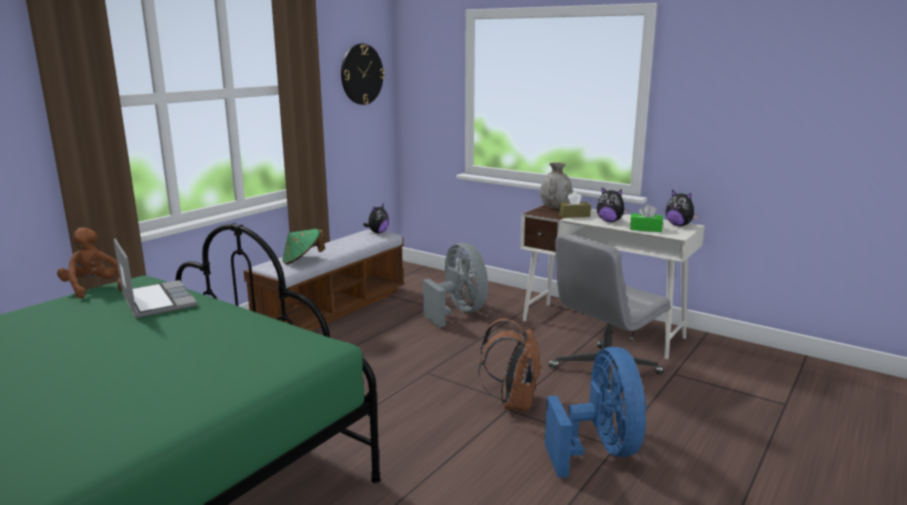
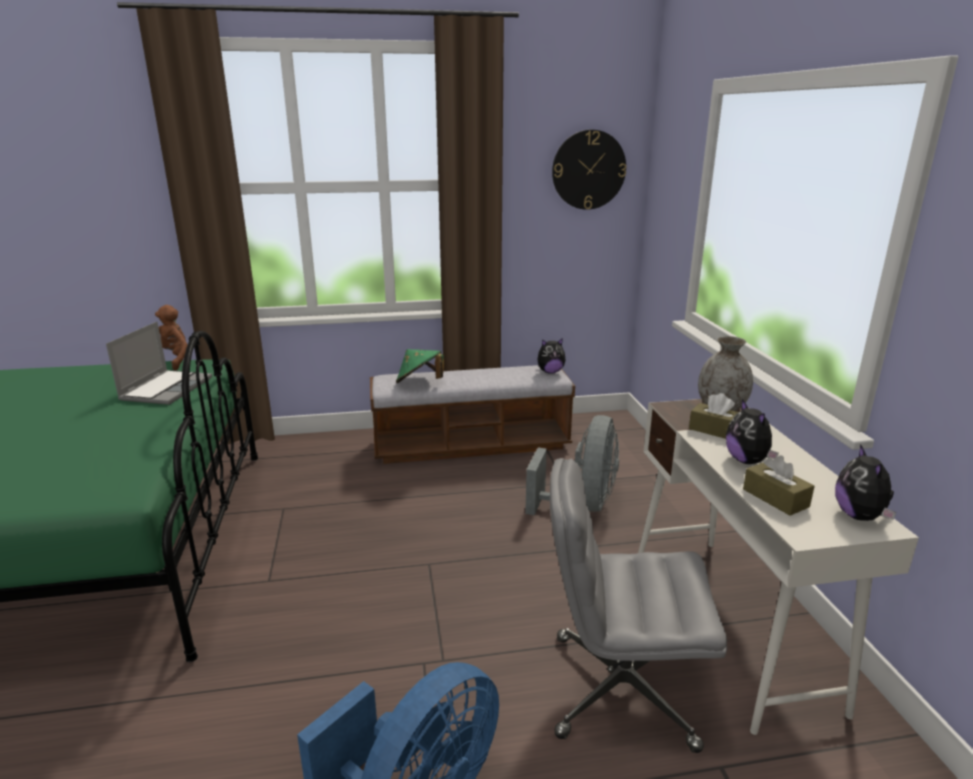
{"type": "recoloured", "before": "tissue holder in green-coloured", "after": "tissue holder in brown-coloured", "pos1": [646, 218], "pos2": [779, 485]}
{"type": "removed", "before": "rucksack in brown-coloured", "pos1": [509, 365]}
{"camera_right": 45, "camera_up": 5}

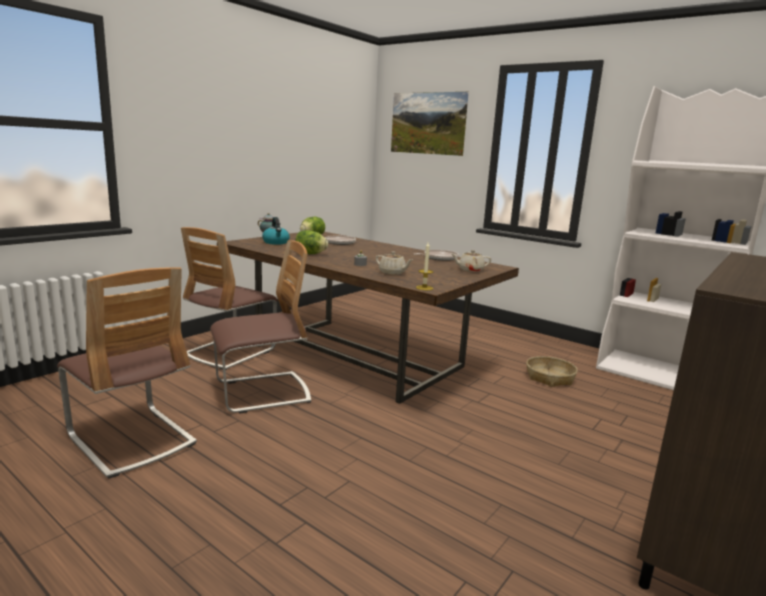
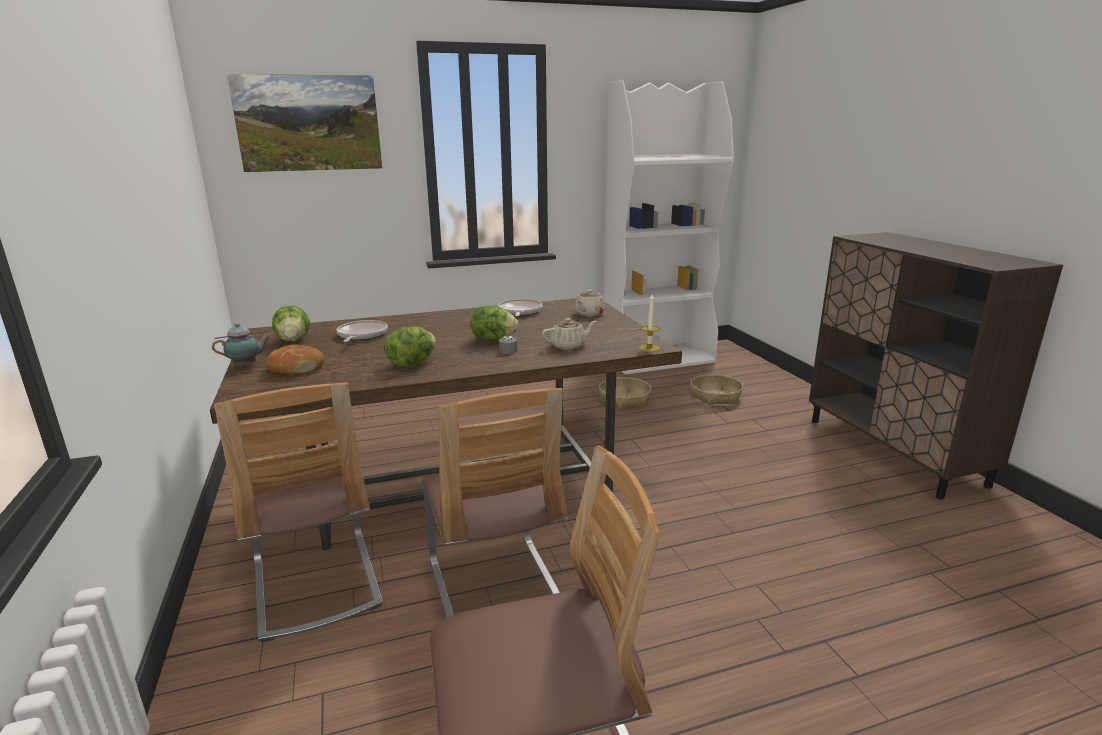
{"type": "replaced", "before": "tea kettle", "after": "bread", "pos1": [276, 231], "pos2": [295, 359]}
{"type": "turned", "before": "upright chair", "pos1": [260, 327], "pos2": [495, 503], "turn": 150}
{"type": "added", "after": "head of lettuce", "pos2": [494, 323]}
{"type": "added", "after": "storage basket", "pos2": [717, 389]}
{"camera_right": -55, "camera_up": 5}

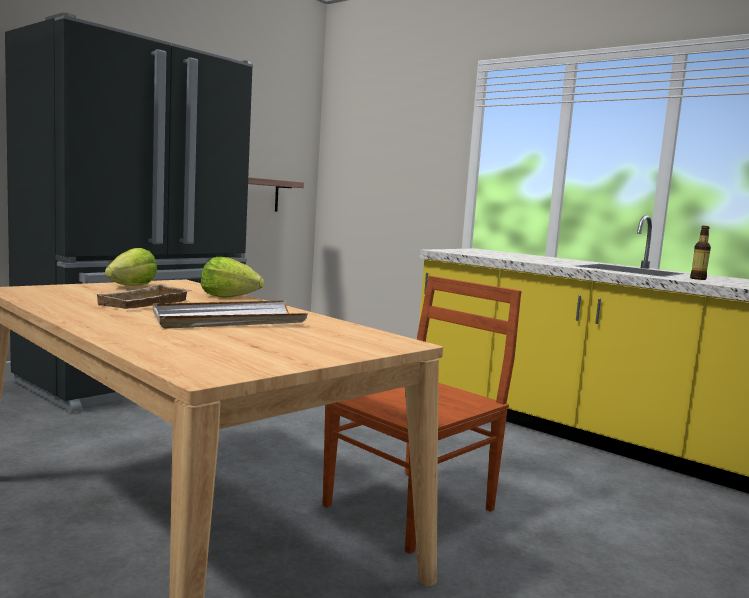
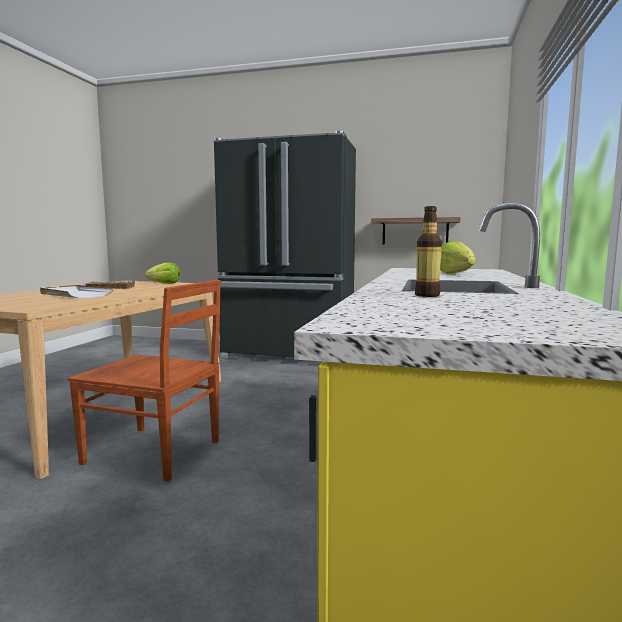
{"type": "moved", "before": "head of lettuce", "pos1": [232, 277], "pos2": [458, 257]}
{"camera_right": 65, "camera_up": 0}

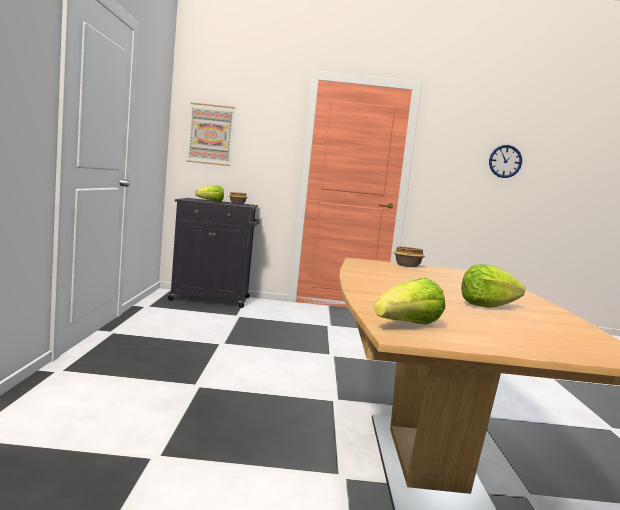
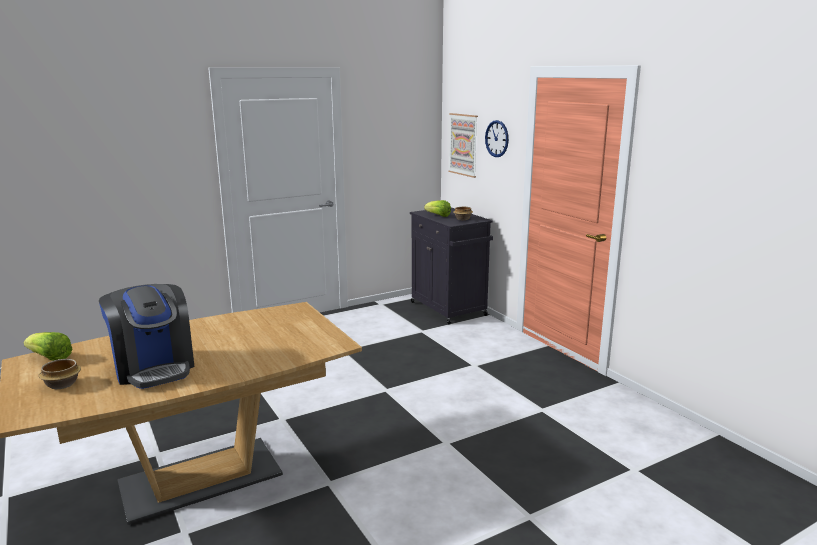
{"type": "moved", "before": "hanging clock", "pos1": [505, 161], "pos2": [497, 138]}
{"type": "moved", "before": "deep dish", "pos1": [409, 256], "pos2": [59, 374]}
{"type": "replaced", "before": "head of lettuce", "after": "coffee machine", "pos1": [493, 286], "pos2": [147, 336]}
{"camera_right": 60, "camera_up": 10}

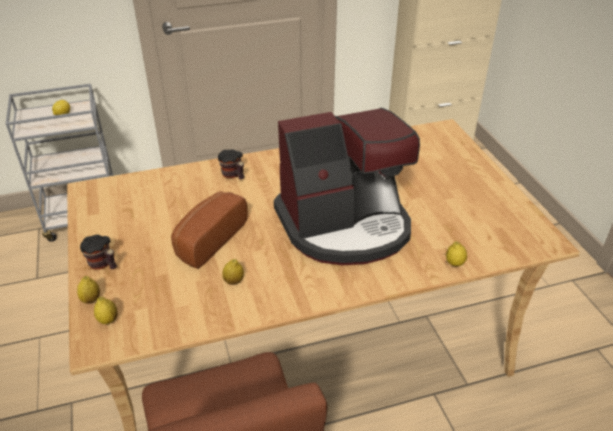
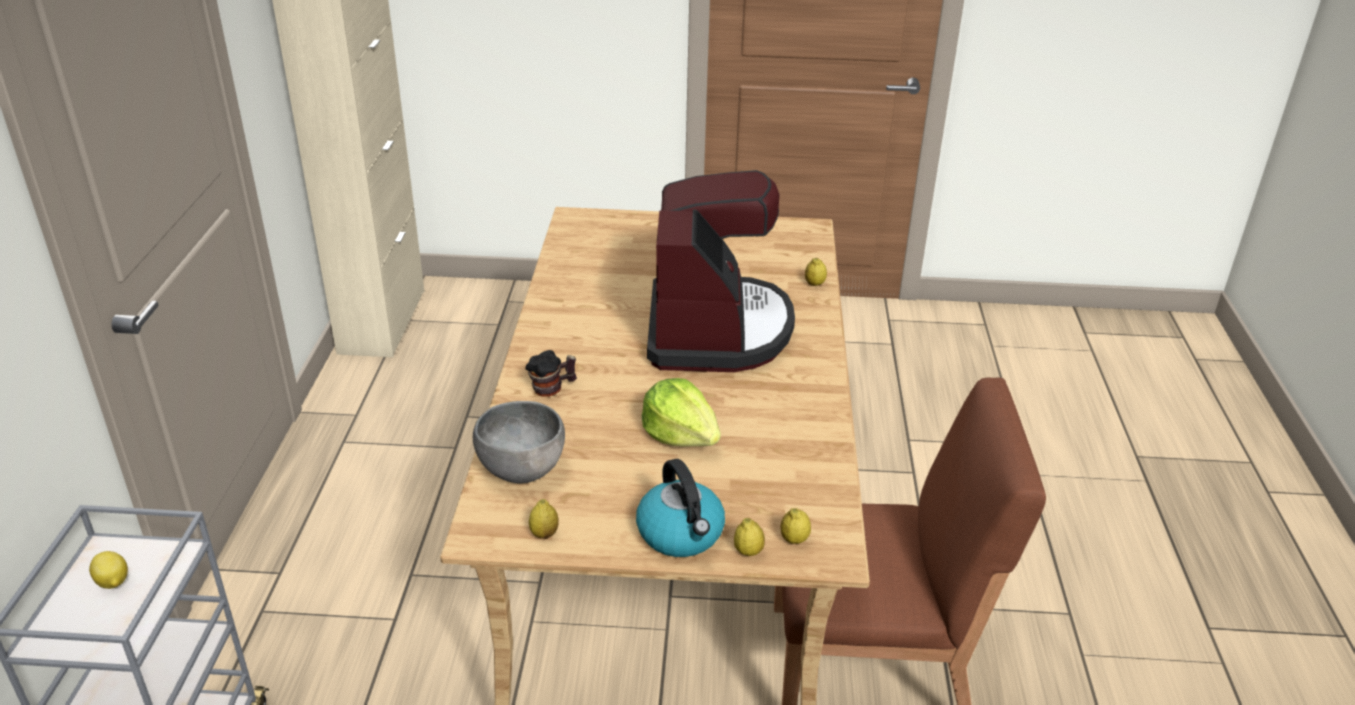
{"type": "replaced", "before": "bread", "after": "head of lettuce", "pos1": [209, 230], "pos2": [681, 412]}
{"type": "replaced", "before": "mug", "after": "tea kettle", "pos1": [98, 252], "pos2": [680, 508]}
{"type": "moved", "before": "lemon", "pos1": [233, 272], "pos2": [544, 519]}
{"type": "added", "after": "deep dish in greyish", "pos2": [519, 442]}
{"camera_right": -70, "camera_up": -5}

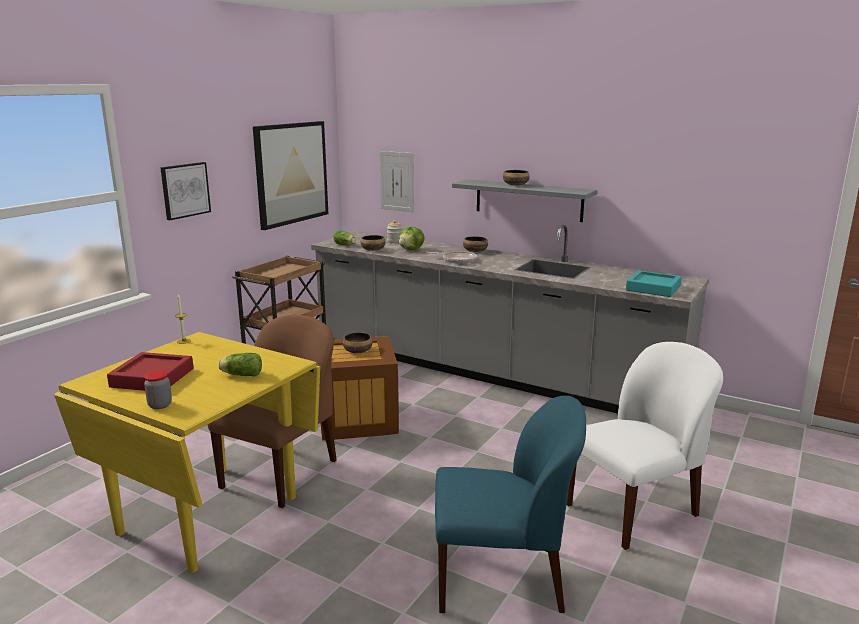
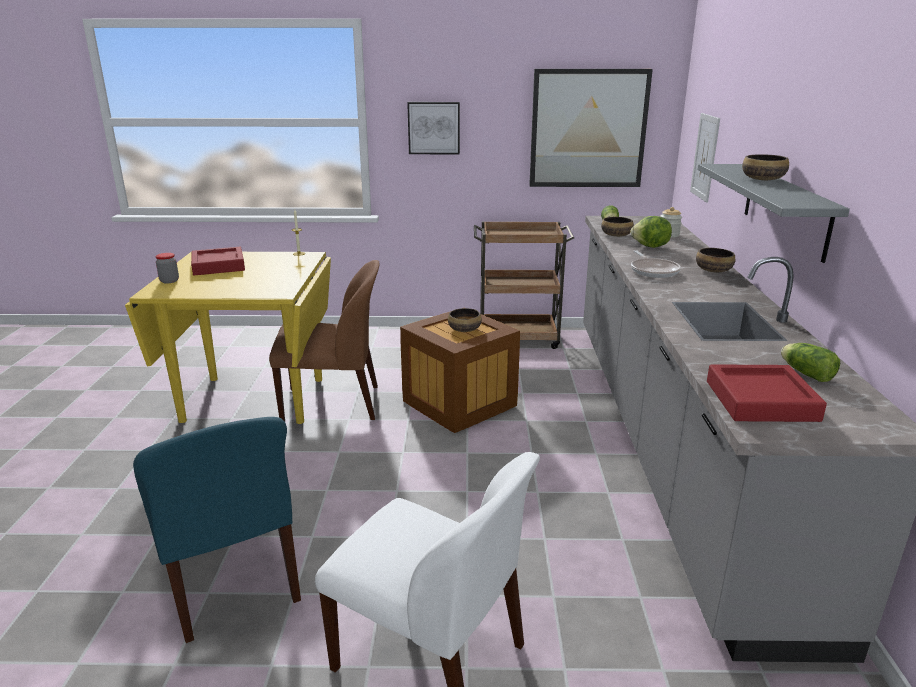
{"type": "recoloured", "before": "tray in blue-green", "after": "tray in red", "pos1": [654, 283], "pos2": [767, 393]}
{"type": "moved", "before": "head of lettuce", "pos1": [240, 364], "pos2": [810, 362]}
{"camera_right": 60, "camera_up": 5}

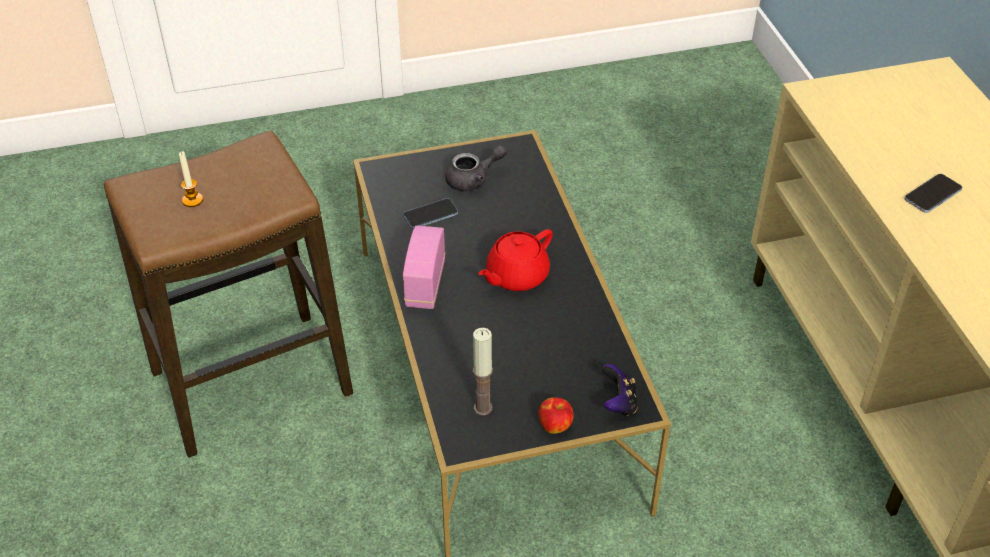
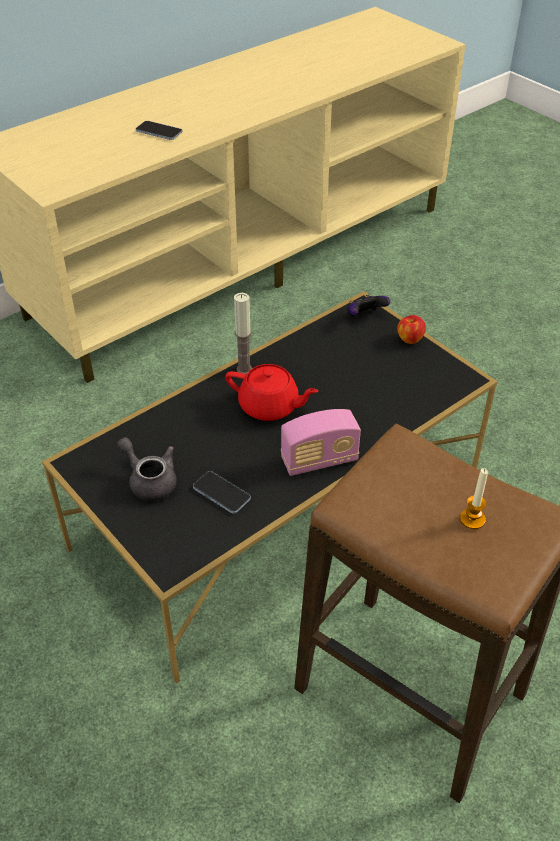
{"type": "moved", "before": "candle", "pos1": [483, 372], "pos2": [243, 333]}
{"camera_right": -115, "camera_up": 0}

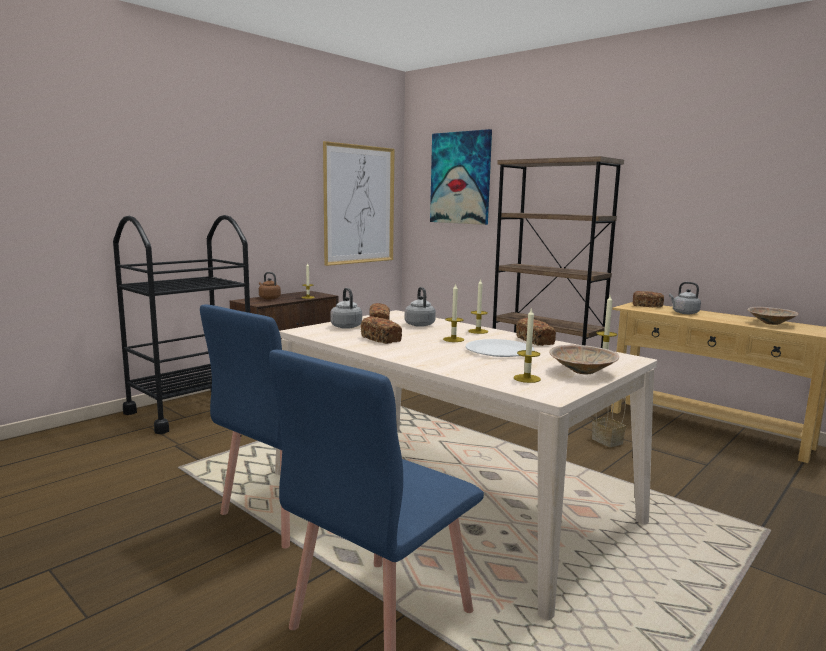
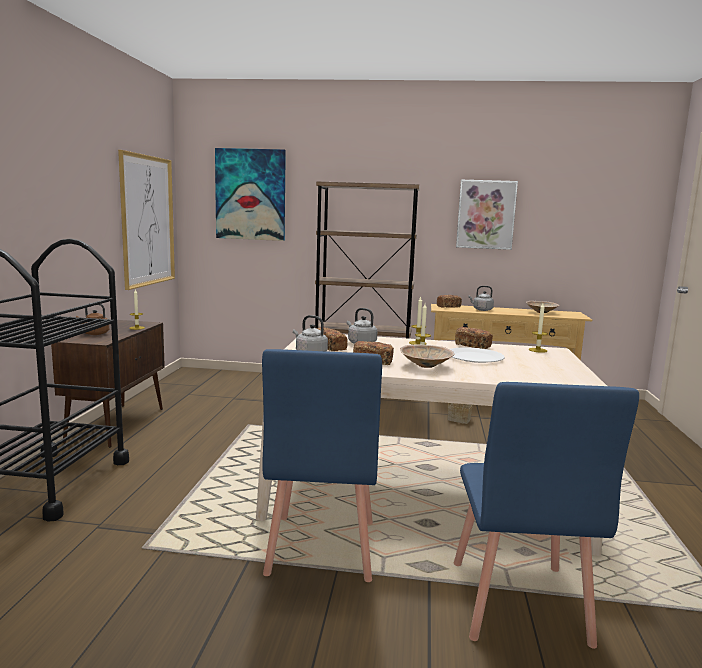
{"type": "removed", "before": "candle", "pos1": [527, 345]}
{"type": "moved", "before": "deep dish in beige", "pos1": [584, 360], "pos2": [427, 356]}
{"type": "added", "after": "wall art", "pos2": [487, 215]}
{"camera_right": -35, "camera_up": 0}

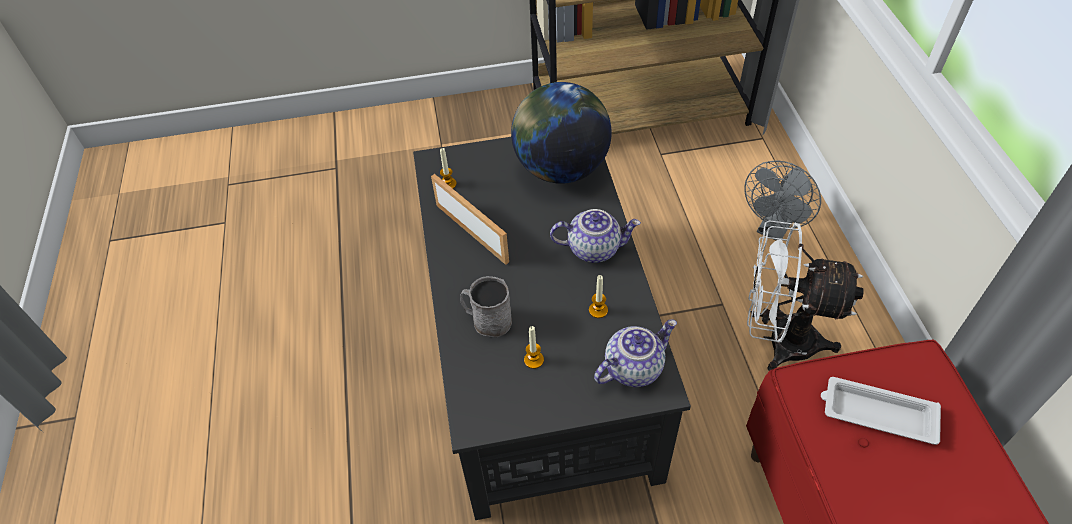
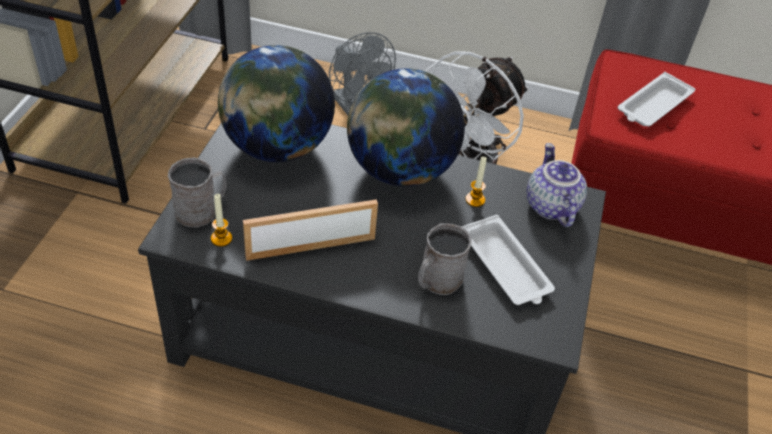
{"type": "replaced", "before": "pot for tea", "after": "globe", "pos1": [595, 236], "pos2": [406, 127]}
{"type": "replaced", "before": "candle", "after": "tray in white-coloured", "pos1": [534, 347], "pos2": [508, 260]}
{"type": "added", "after": "mug in greyish", "pos2": [197, 192]}
{"camera_right": -70, "camera_up": -5}

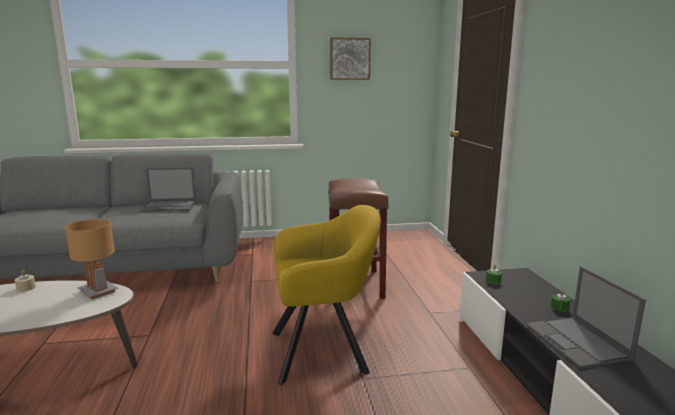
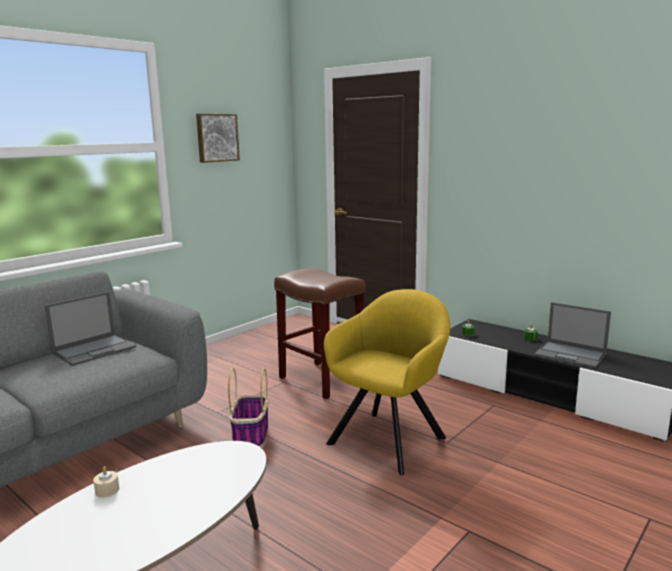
{"type": "removed", "before": "table lamp in brown-coloured", "pos1": [91, 259]}
{"type": "added", "after": "storage basket", "pos2": [248, 407]}
{"camera_right": -40, "camera_up": 0}

